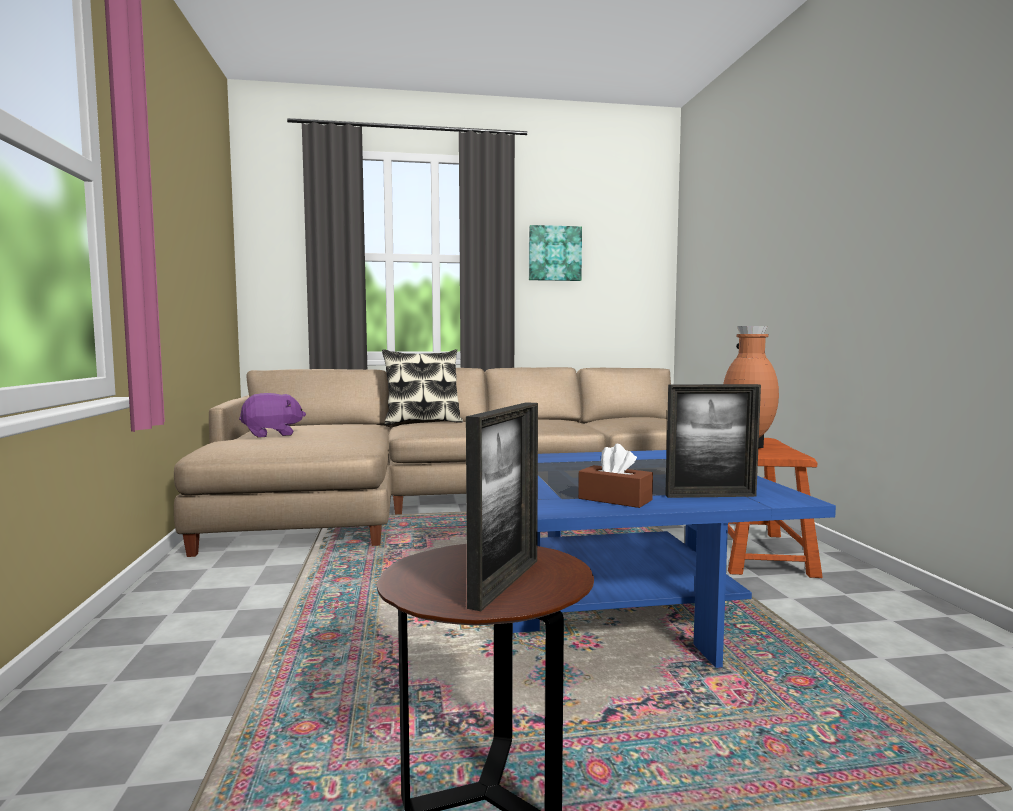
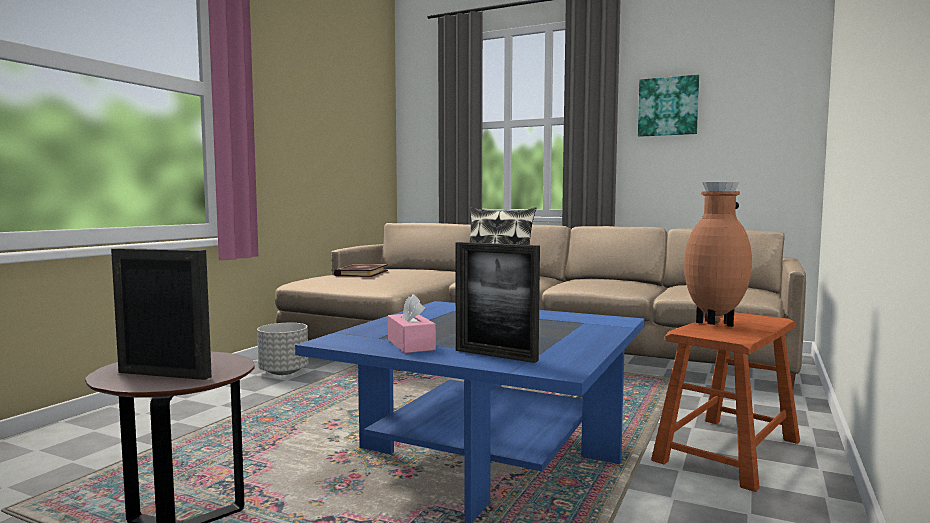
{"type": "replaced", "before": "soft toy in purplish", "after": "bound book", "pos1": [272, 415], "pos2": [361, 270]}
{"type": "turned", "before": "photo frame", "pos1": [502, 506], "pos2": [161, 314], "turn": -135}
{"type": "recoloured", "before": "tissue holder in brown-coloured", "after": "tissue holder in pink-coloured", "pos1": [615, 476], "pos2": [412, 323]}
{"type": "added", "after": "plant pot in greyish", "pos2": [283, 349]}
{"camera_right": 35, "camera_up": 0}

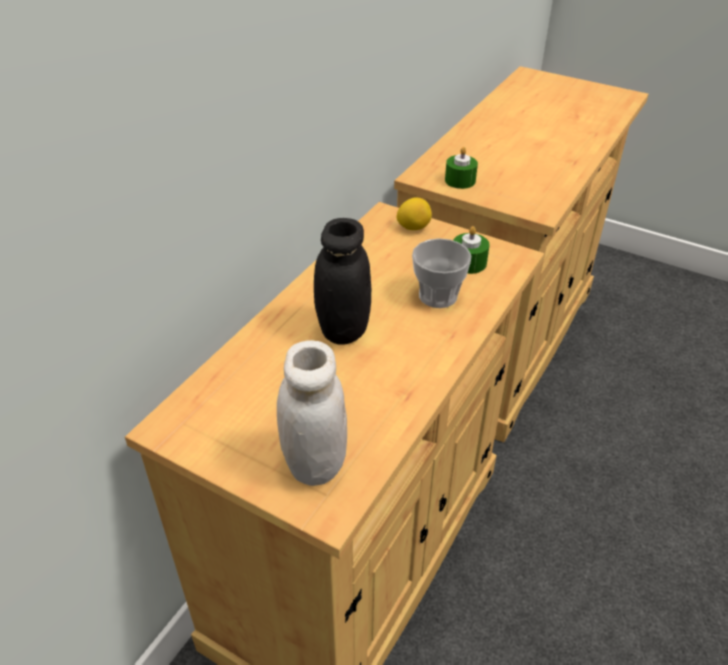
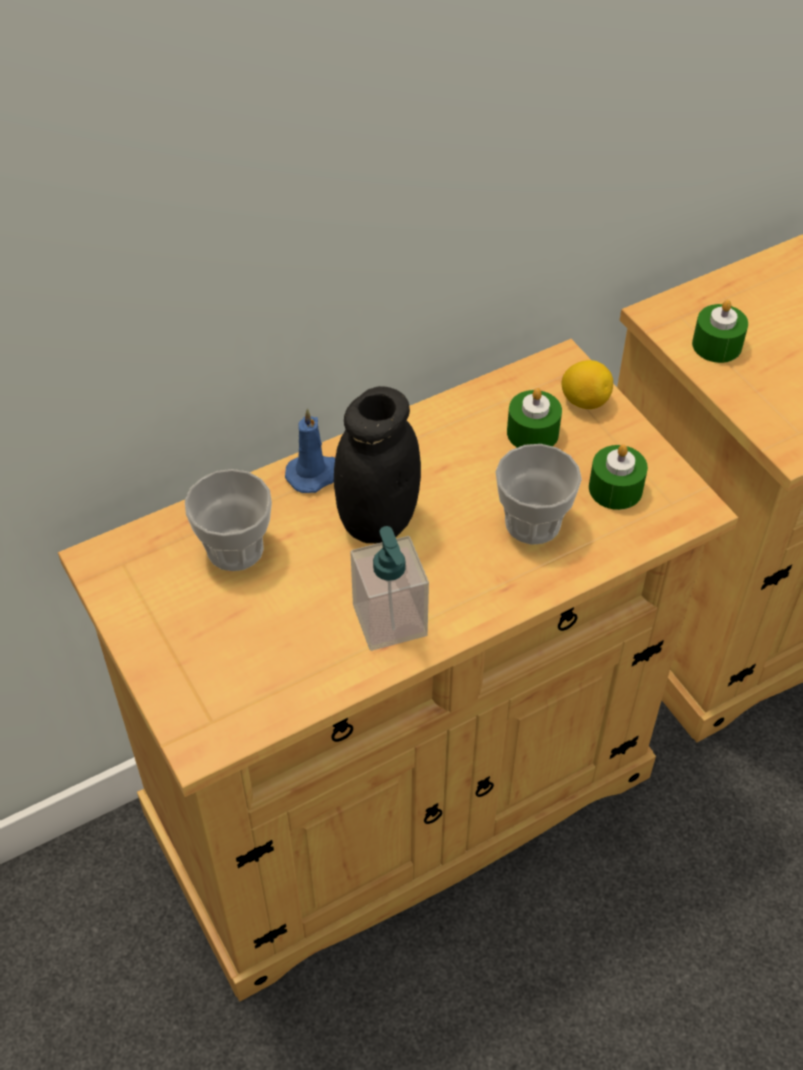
{"type": "removed", "before": "jar in white-coloured", "pos1": [312, 413]}
{"type": "added", "after": "candle in green-coloured", "pos2": [534, 418]}
{"type": "added", "after": "candle in bluish", "pos2": [310, 450]}
{"type": "added", "after": "cup", "pos2": [228, 520]}
{"type": "added", "after": "liquid soap bottle", "pos2": [389, 588]}
{"camera_right": 30, "camera_up": 10}

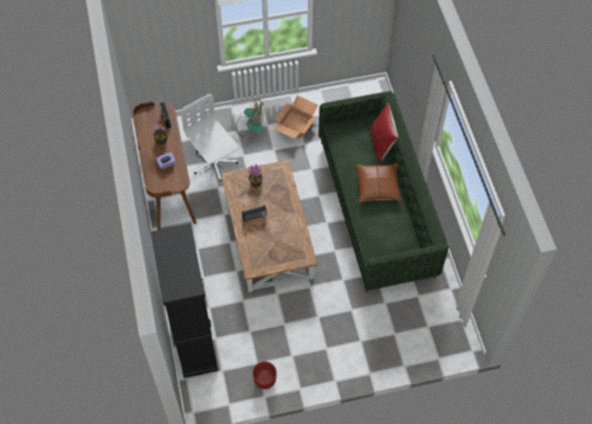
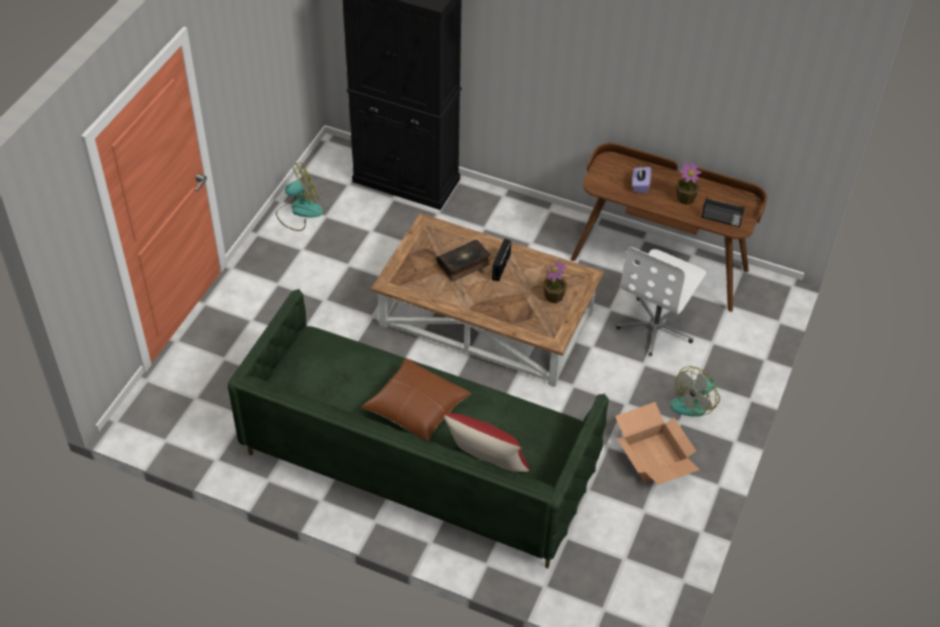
{"type": "turned", "before": "office chair in white-coloured", "pos1": [209, 137], "pos2": [661, 301], "turn": 120}
{"type": "replaced", "before": "plant pot in red", "after": "cooling fan", "pos1": [264, 375], "pos2": [299, 196]}
{"type": "added", "after": "bound book", "pos2": [463, 260]}
{"camera_right": 125, "camera_up": -10}

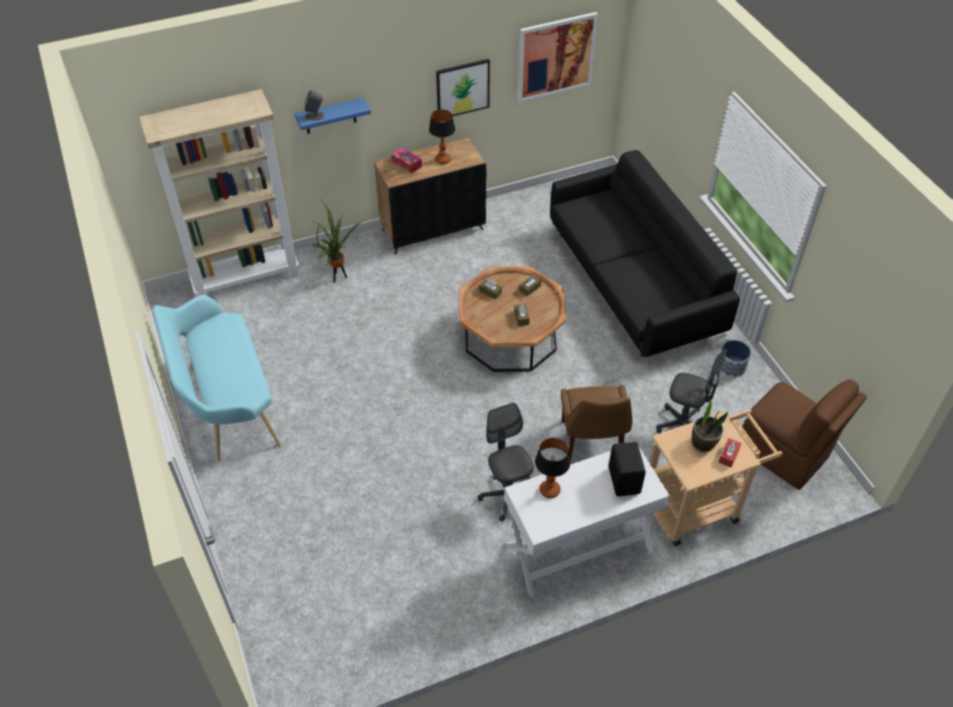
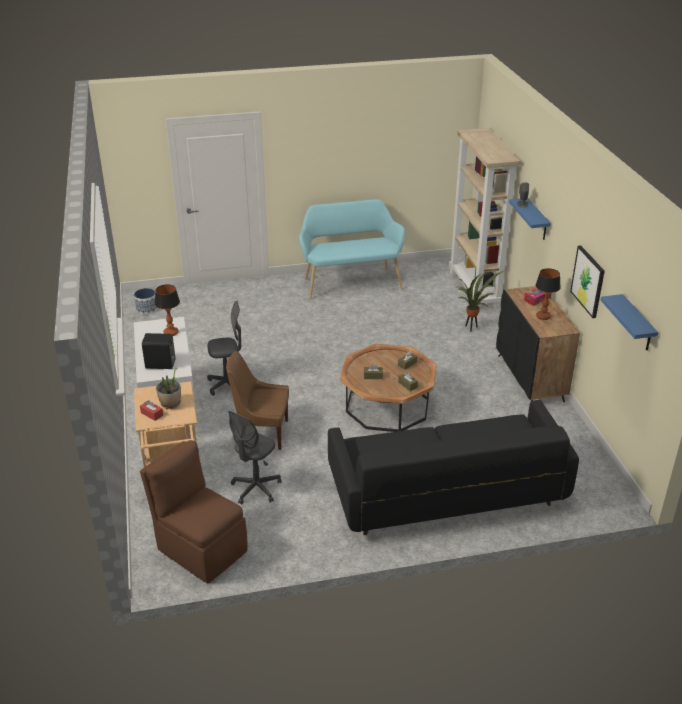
{"type": "replaced", "before": "wall art", "after": "shelf in bluish", "pos1": [557, 57], "pos2": [629, 322]}
{"type": "moved", "before": "plant pot", "pos1": [735, 359], "pos2": [145, 301]}
{"type": "turned", "before": "upright chair in brown-coloured", "pos1": [805, 434], "pos2": [193, 511], "turn": 75}
{"camera_right": 100, "camera_up": -15}

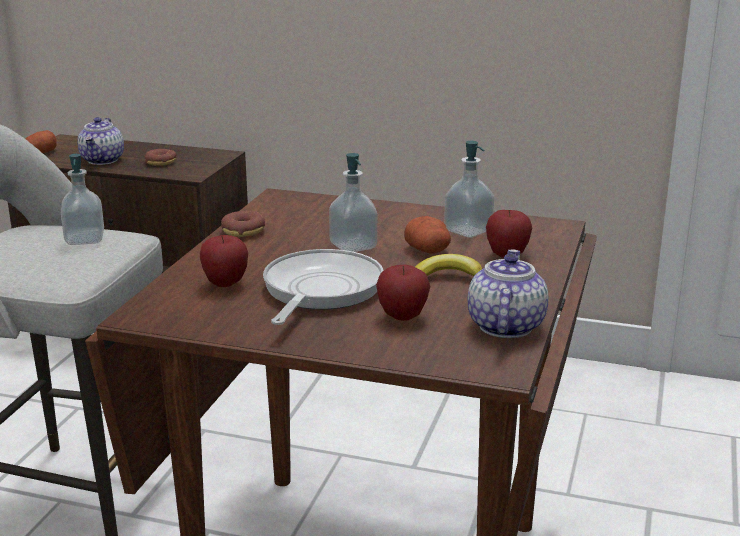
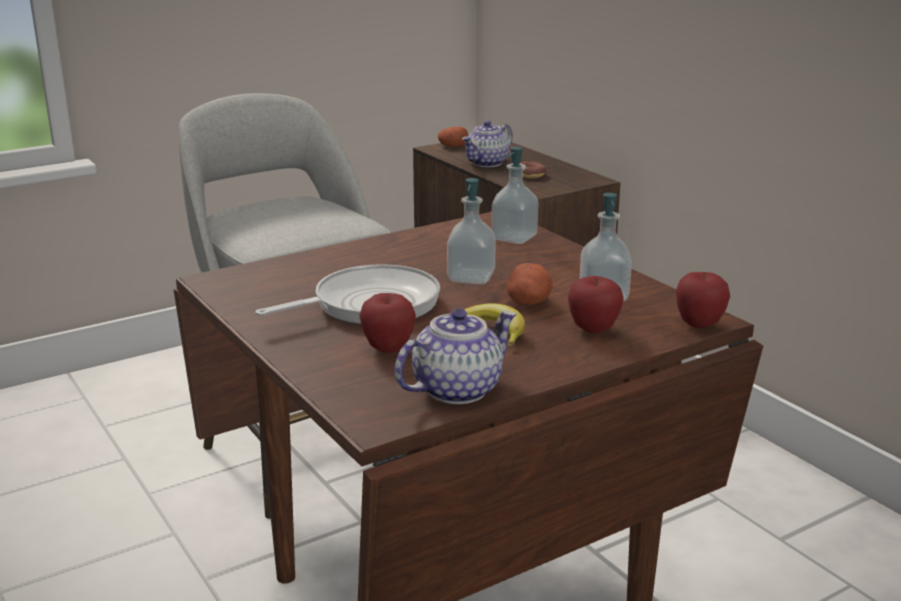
{"type": "moved", "before": "liquid soap bottle", "pos1": [82, 199], "pos2": [515, 195]}
{"type": "removed", "before": "ring doughnut", "pos1": [243, 223]}
{"type": "moved", "before": "apple fruit", "pos1": [224, 261], "pos2": [703, 300]}
{"camera_right": 40, "camera_up": 0}

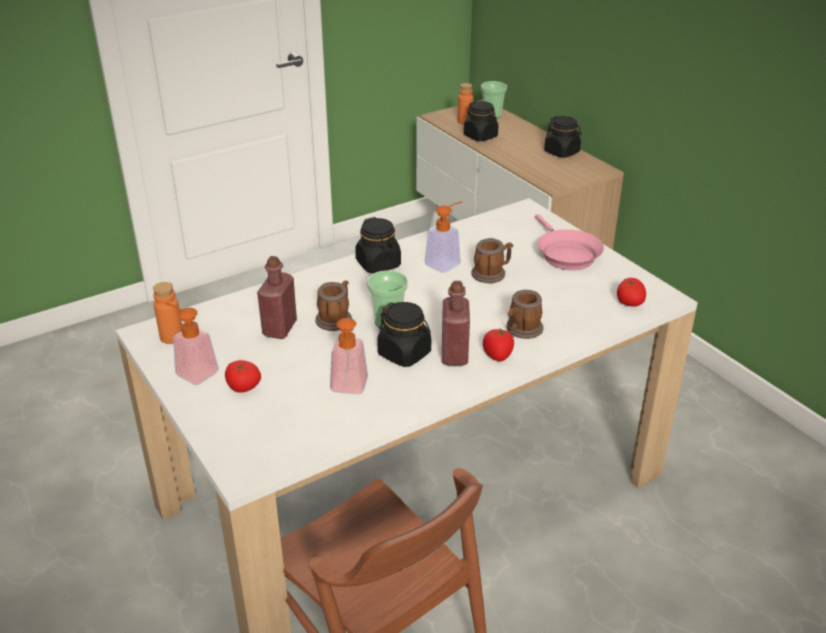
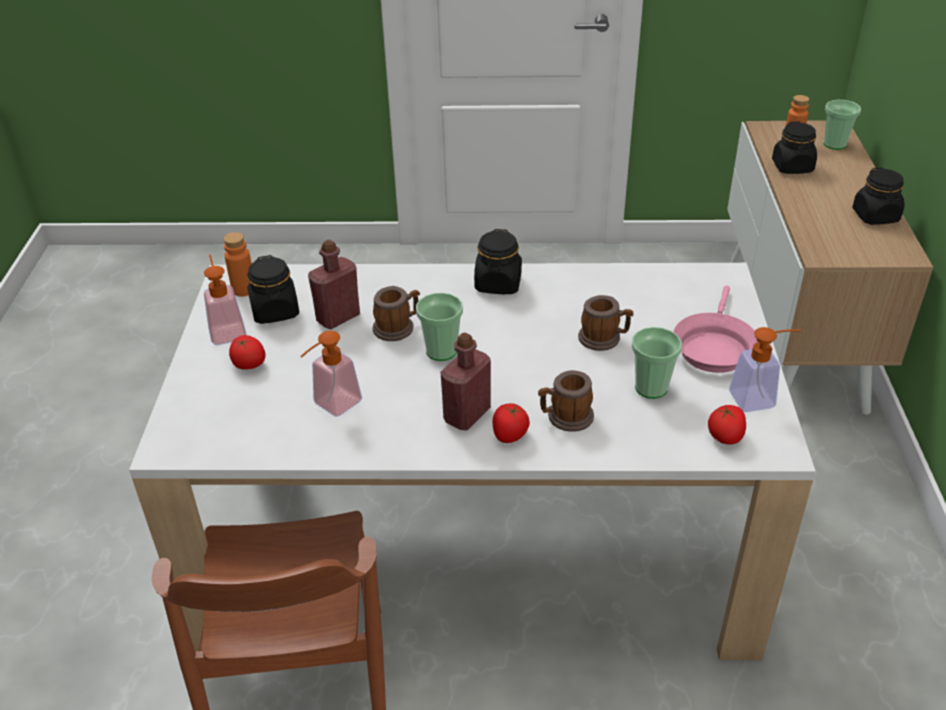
{"type": "moved", "before": "liquid soap bottle", "pos1": [443, 237], "pos2": [765, 369]}
{"type": "moved", "before": "jar in black-coloured", "pos1": [404, 334], "pos2": [273, 289]}
{"type": "added", "after": "cup", "pos2": [657, 363]}
{"camera_right": 35, "camera_up": 5}

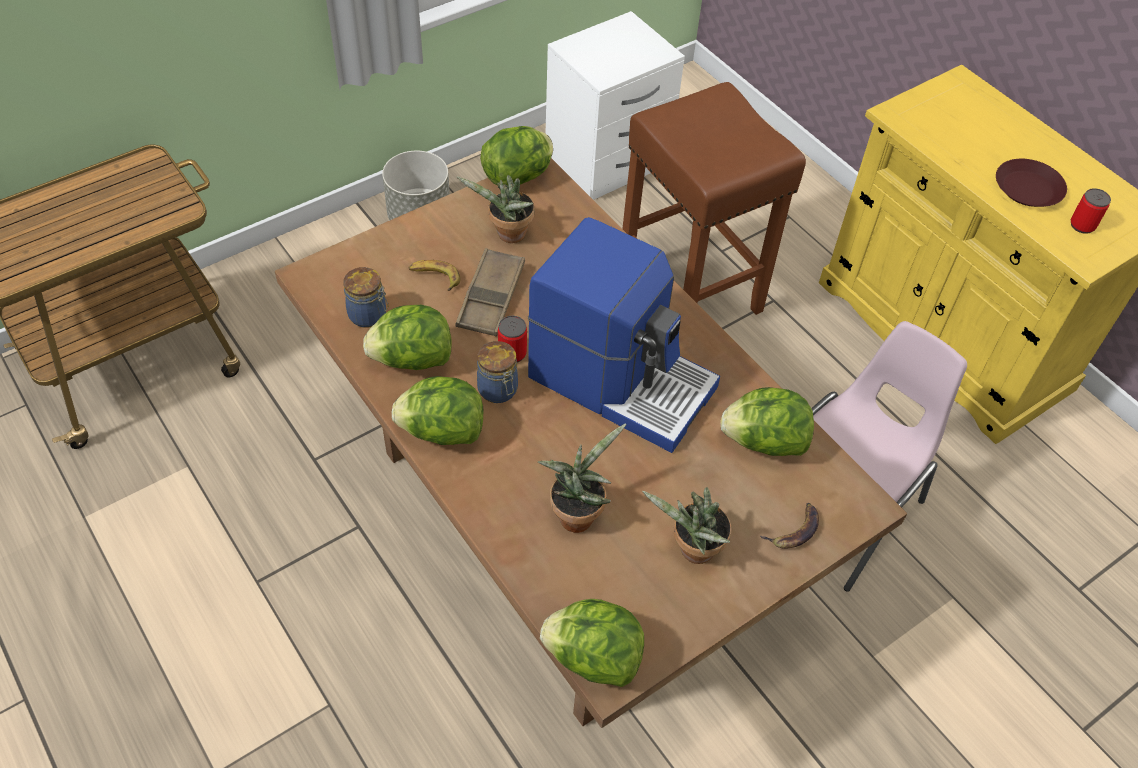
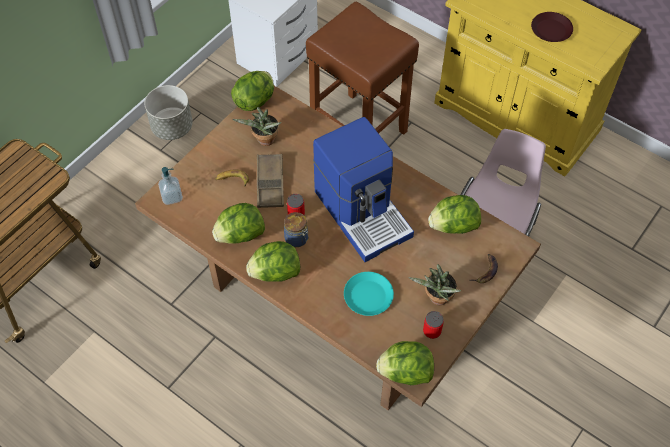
{"type": "moved", "before": "sealed can", "pos1": [1091, 211], "pos2": [433, 325]}
{"type": "turned", "before": "coffee machine", "pos1": [624, 335], "pos2": [363, 189], "turn": 45}
{"type": "removed", "before": "jar", "pos1": [366, 297]}
{"type": "replaced", "before": "houseplant", "after": "flat dish in blue-green", "pos1": [582, 478], "pos2": [369, 294]}
{"type": "added", "after": "liquid soap bottle", "pos2": [170, 186]}
{"camera_right": -15, "camera_up": 5}

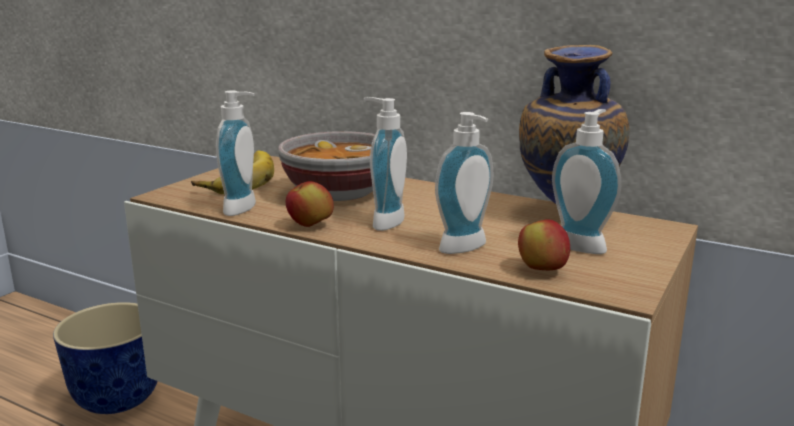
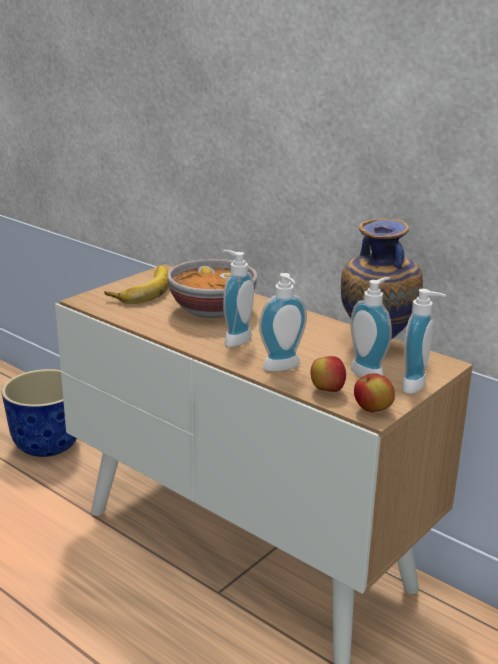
{"type": "moved", "before": "liquid soap bottle", "pos1": [236, 153], "pos2": [424, 341]}
{"type": "moved", "before": "apple fruit", "pos1": [310, 204], "pos2": [374, 392]}
{"camera_right": 10, "camera_up": 5}

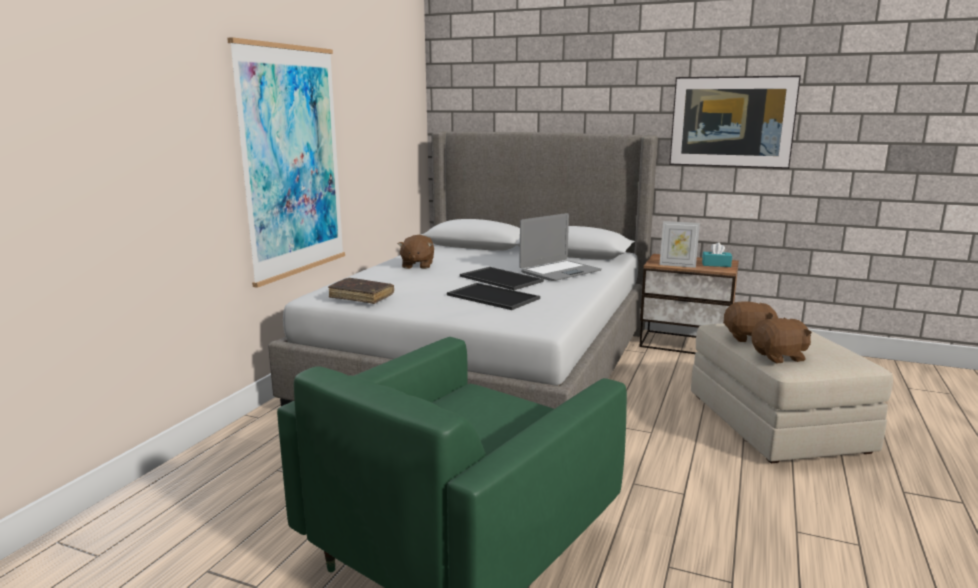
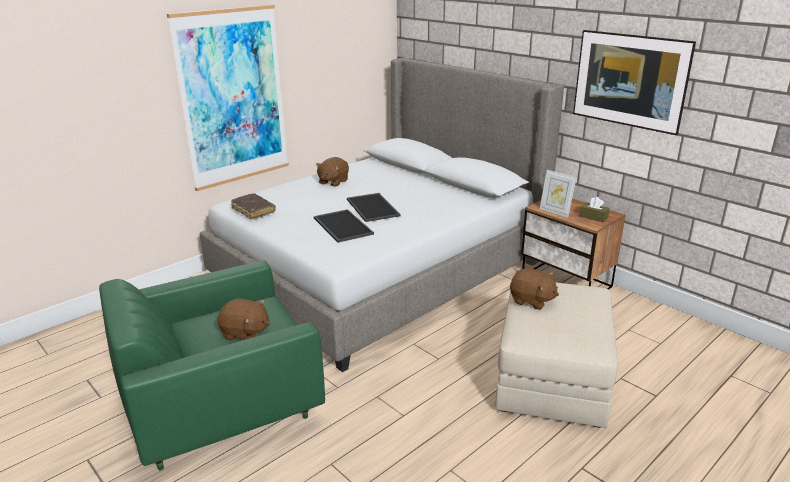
{"type": "removed", "before": "portable computer", "pos1": [560, 247]}
{"type": "recoloured", "before": "tissue holder in blue-green", "after": "tissue holder in brown-coloured", "pos1": [717, 254], "pos2": [594, 209]}
{"type": "moved", "before": "soft toy in brown-coloured", "pos1": [781, 341], "pos2": [243, 319]}
{"camera_right": 25, "camera_up": 10}

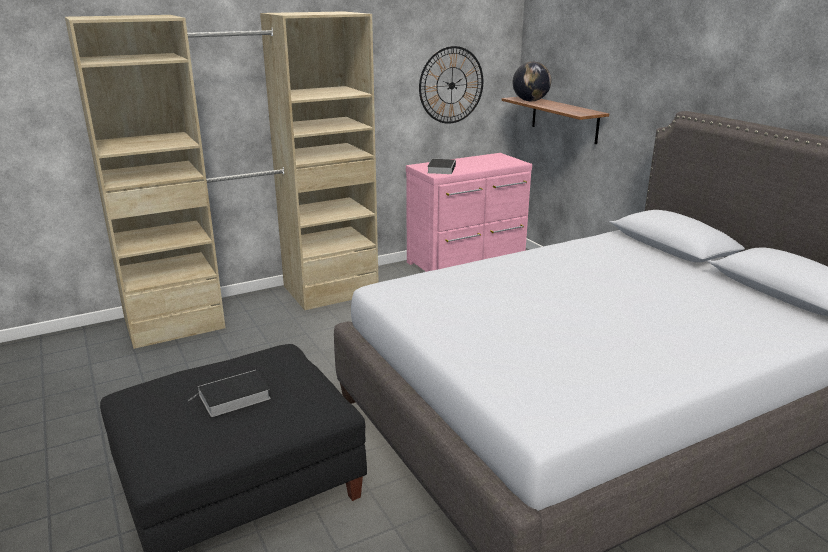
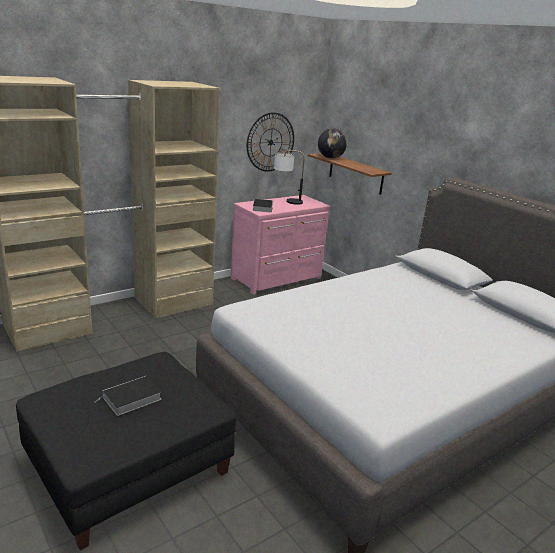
{"type": "added", "after": "table lamp", "pos2": [289, 177]}
{"camera_right": -10, "camera_up": 0}

